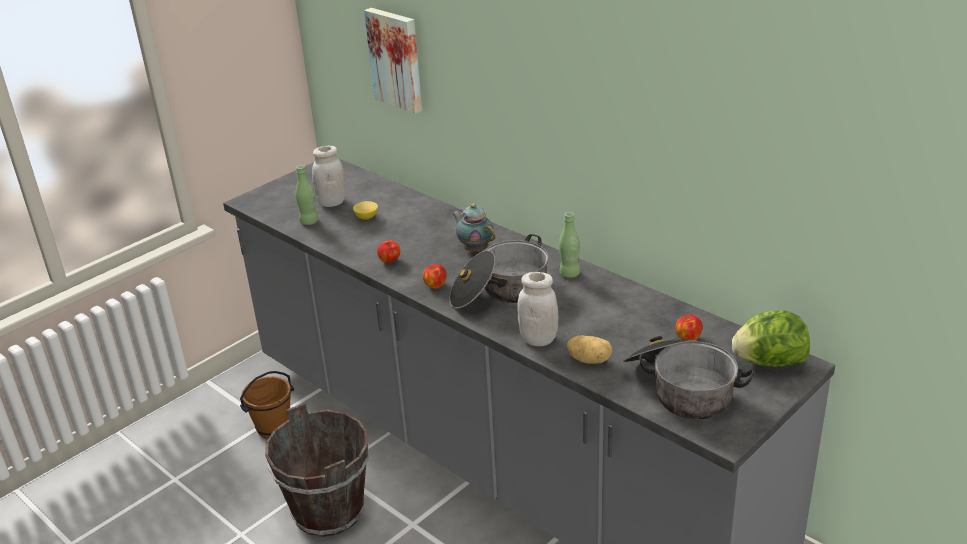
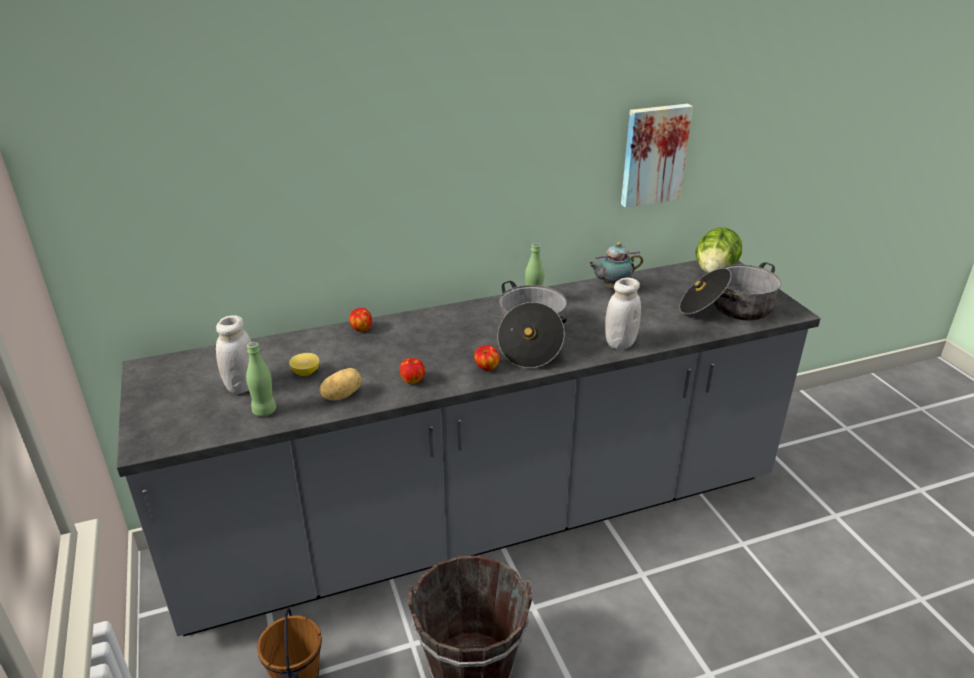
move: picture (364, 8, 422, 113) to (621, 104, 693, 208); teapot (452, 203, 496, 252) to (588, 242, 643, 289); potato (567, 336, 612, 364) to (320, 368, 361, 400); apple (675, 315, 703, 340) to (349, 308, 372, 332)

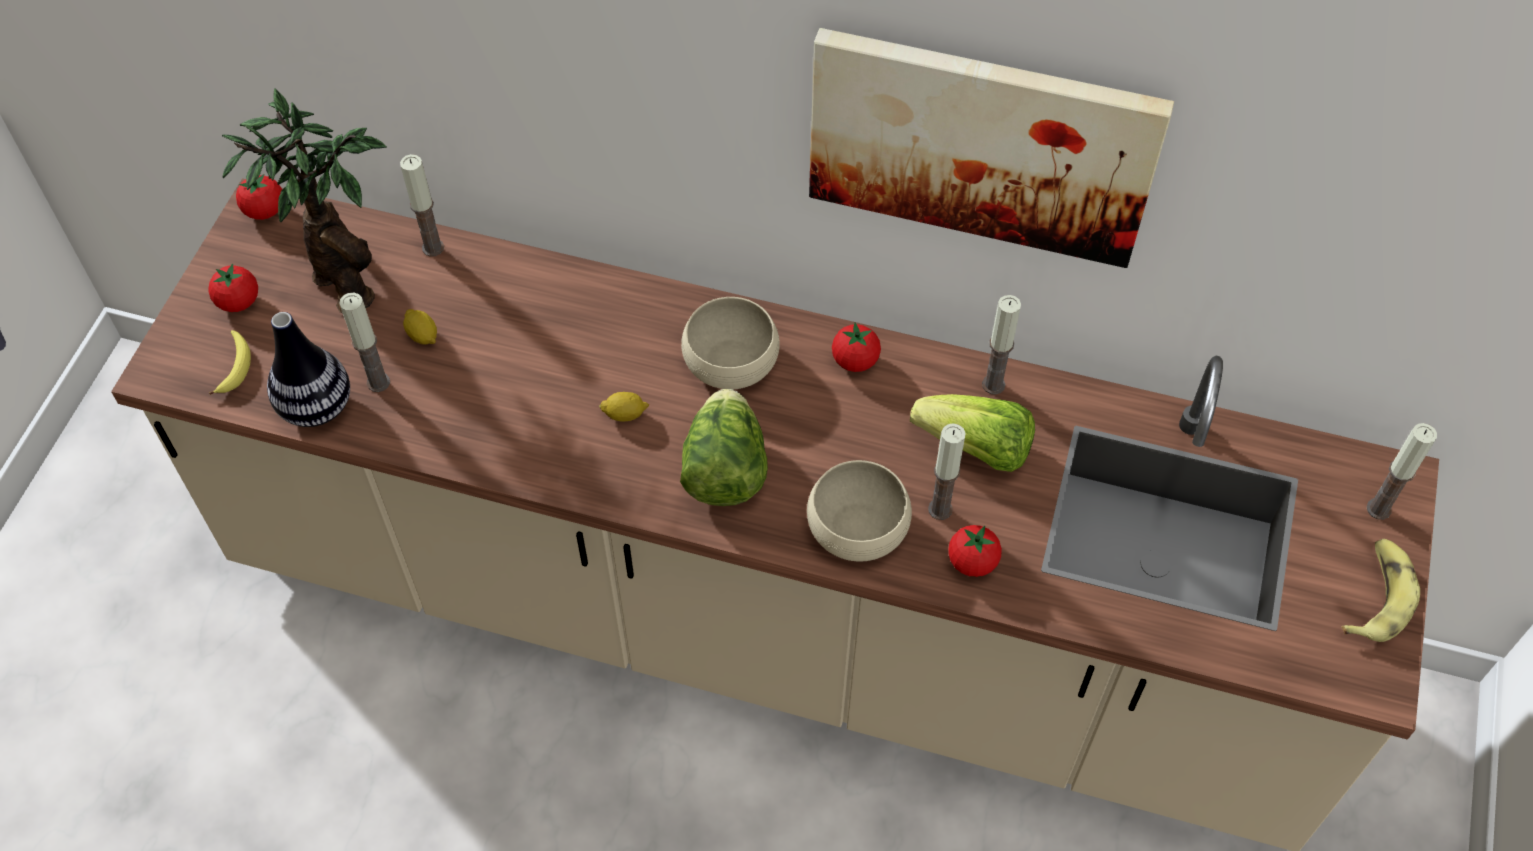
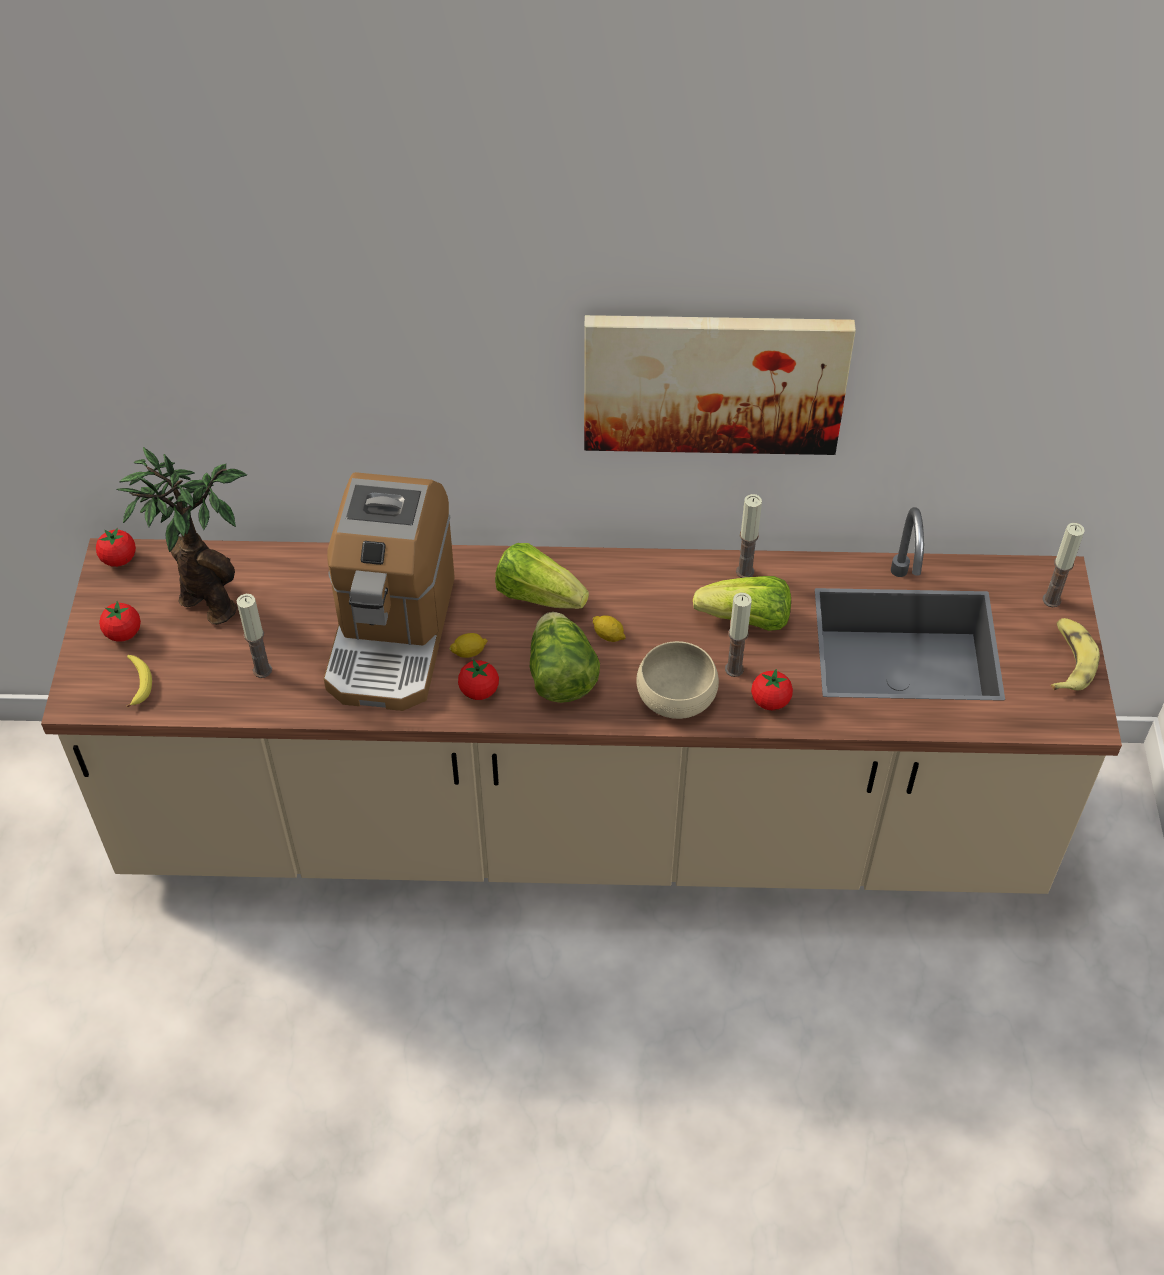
delete: vase (267, 312, 350, 427); candle (400, 154, 444, 257)
insert: coffee machine (324, 472, 455, 711)
move: lemon (403, 309, 437, 345) to (592, 615, 626, 642); tomato (832, 323, 881, 372) to (458, 659, 499, 700)
replace: beige bowl (681, 297, 780, 389) to lettuce (495, 543, 589, 609)

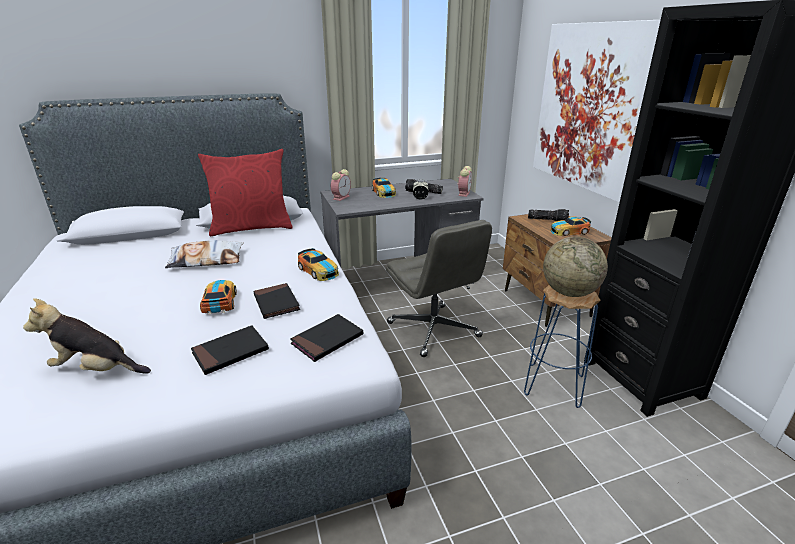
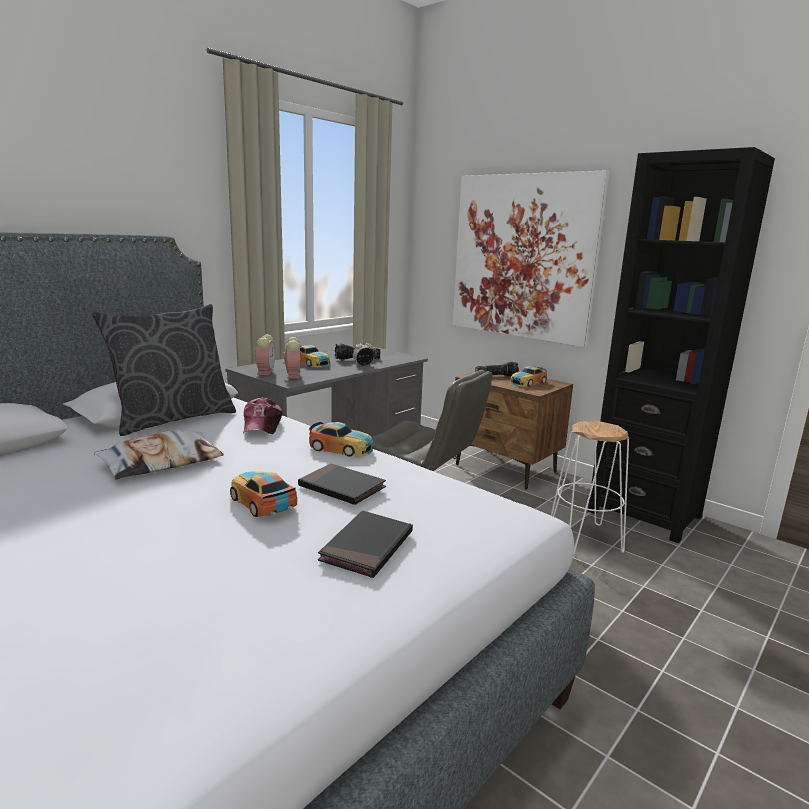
delete: plush toy (23, 298, 151, 374); black book (290, 314, 363, 362); globe (543, 237, 608, 297)
insert: cap (243, 397, 282, 434)
move: alarm clock (457, 166, 472, 197) to (283, 337, 301, 379)
recolor: red pillow (198, 149, 293, 236) to grey pillow (92, 304, 236, 436); blue stool (524, 285, 601, 408) to white stool (551, 421, 629, 555)

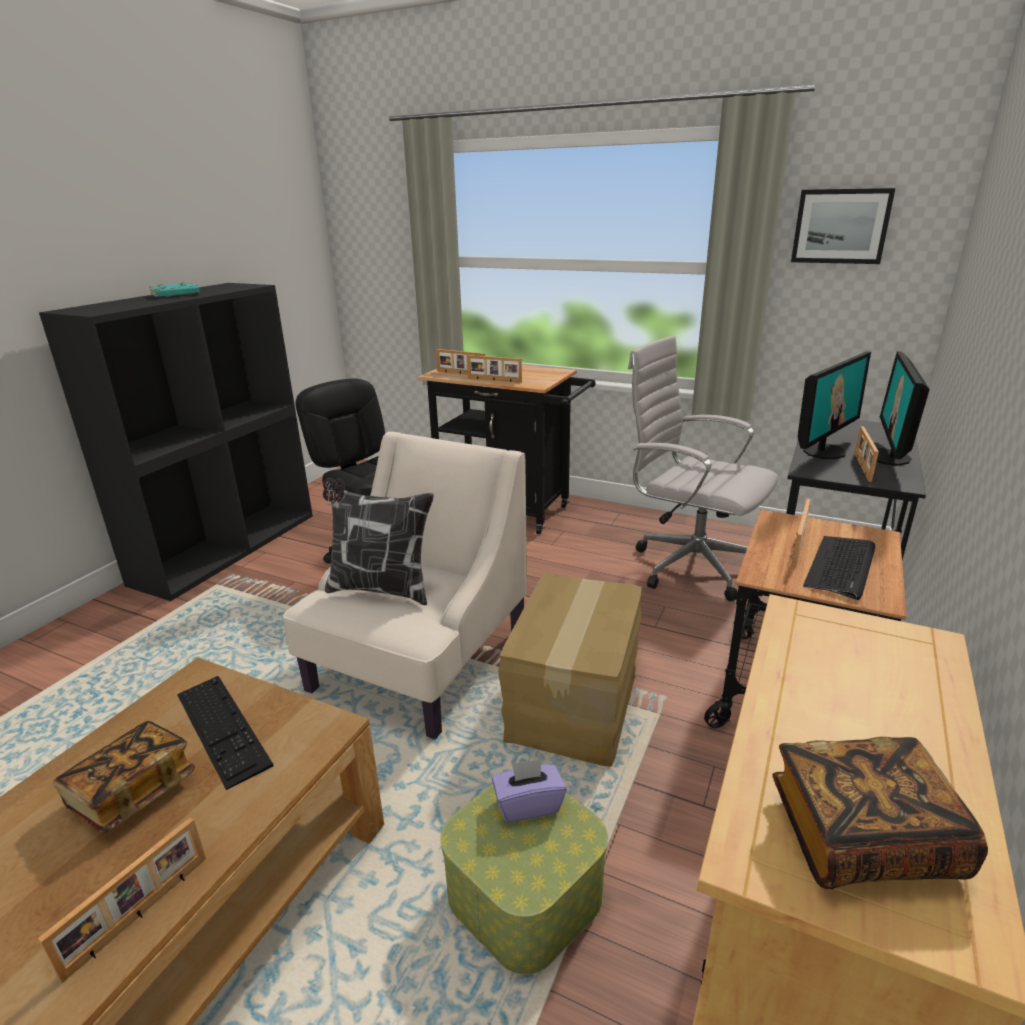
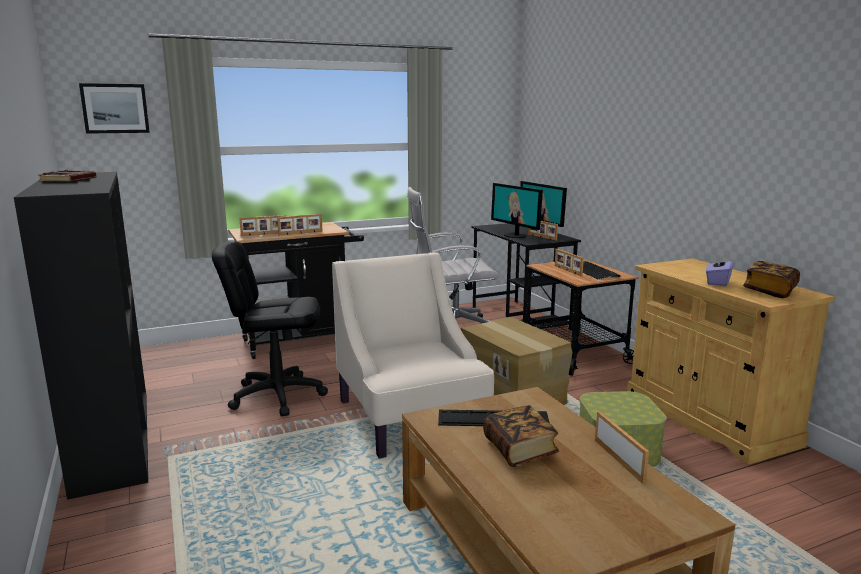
delete: pillow (323, 478, 434, 605)
move: purple tissue box (492, 759, 567, 823) to (706, 254, 733, 286); picture (791, 188, 895, 264) to (79, 83, 150, 134)
recolor: turquoise book (149, 282, 200, 297) to brown book (38, 169, 96, 182)
rotate: monitor (797, 351, 871, 459) = (491, 183, 543, 238) 150 degrees clockwise

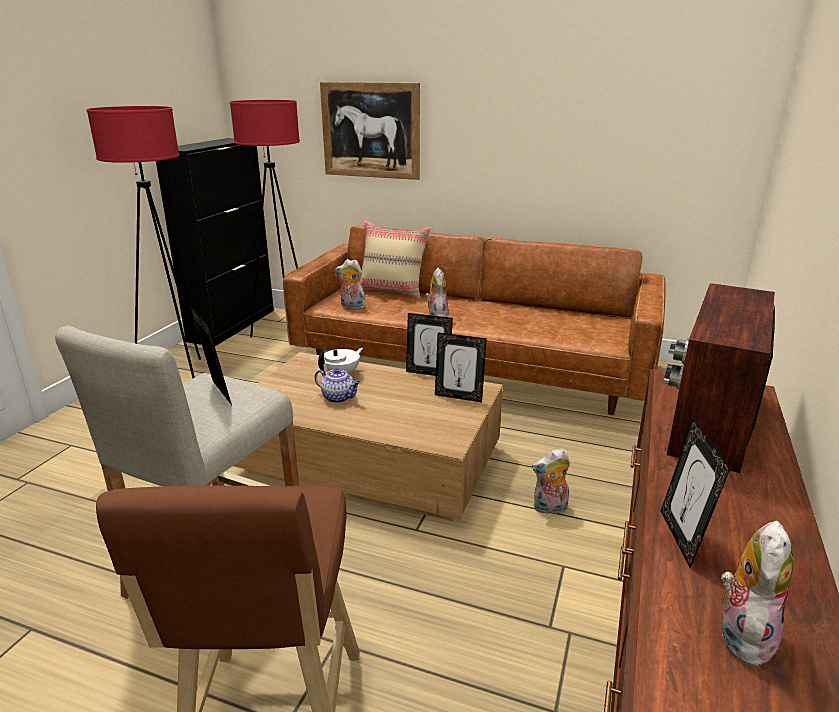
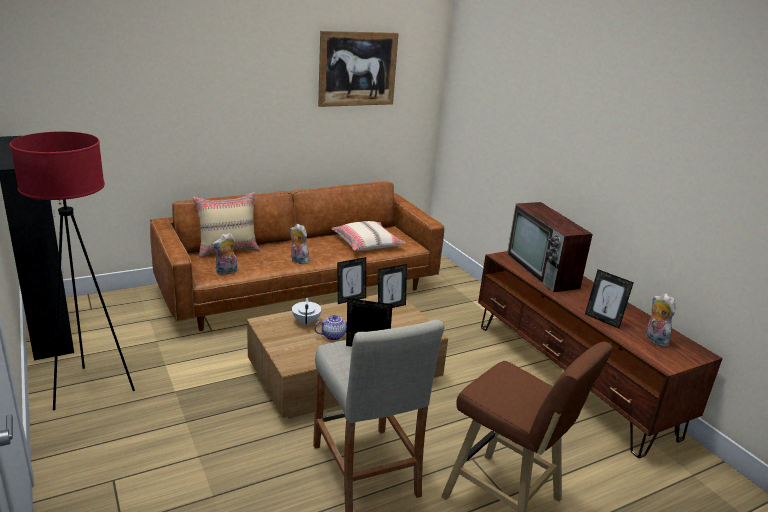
delete: red floor lamp (230, 100, 300, 337); plush toy (532, 448, 570, 514)
insert: beige pillow (331, 221, 406, 251)
move: picture (320, 82, 420, 180) to (318, 31, 399, 107)

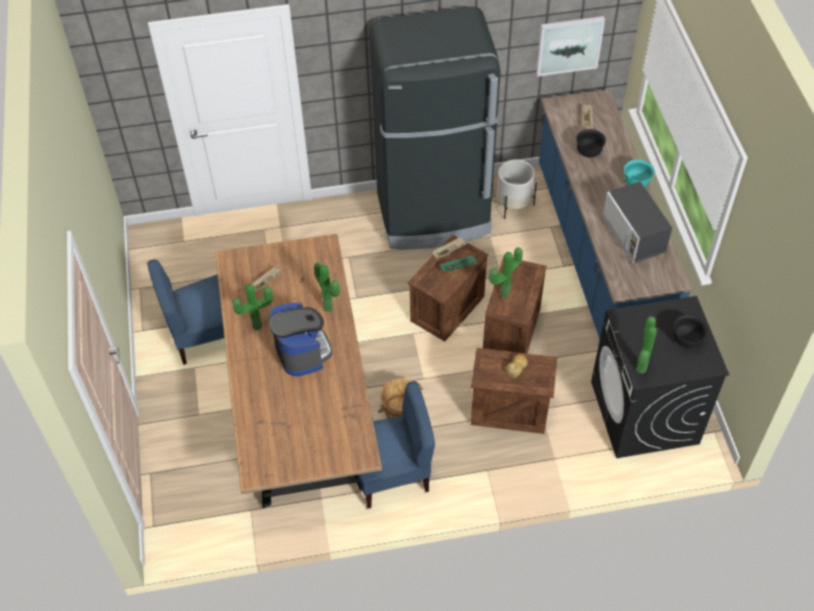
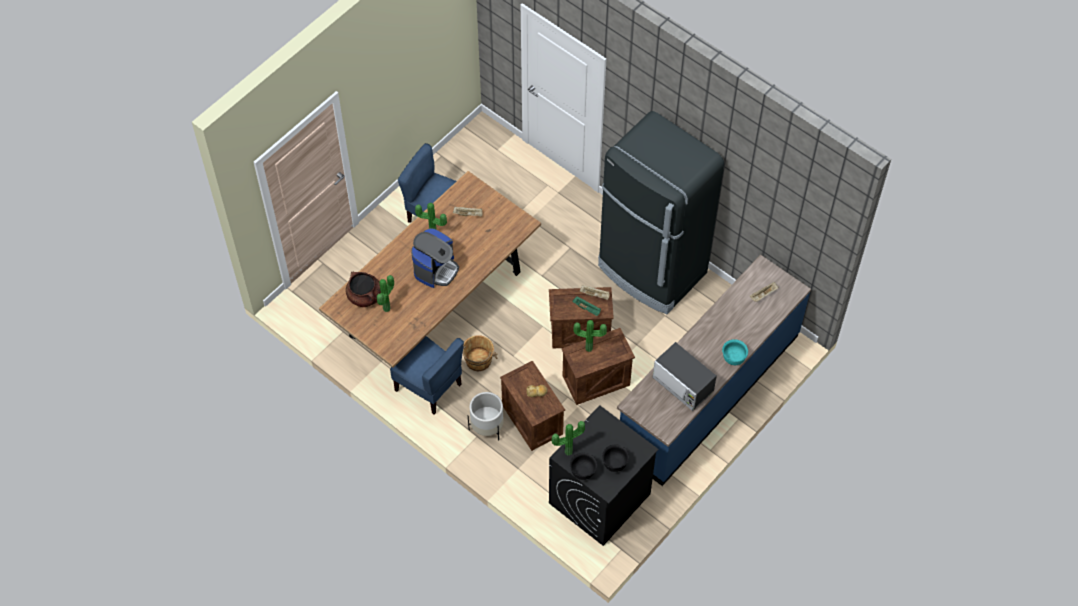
delete: picture (536, 16, 605, 77)
insert: brown cooking pot (346, 272, 381, 307)
move: potted plant (314, 262, 340, 312) to (377, 275, 394, 312); white planter (497, 159, 537, 219) to (468, 392, 504, 441); black bowl (576, 129, 606, 158) to (570, 453, 597, 480)
rotate: microwave (602, 182, 672, 263) = (652, 342, 717, 411) 75 degrees counterclockwise

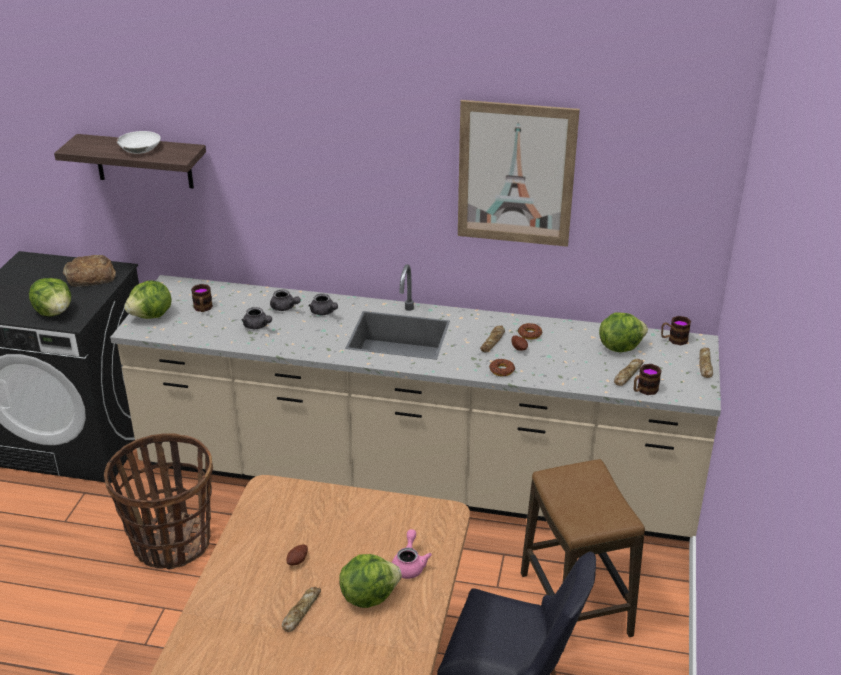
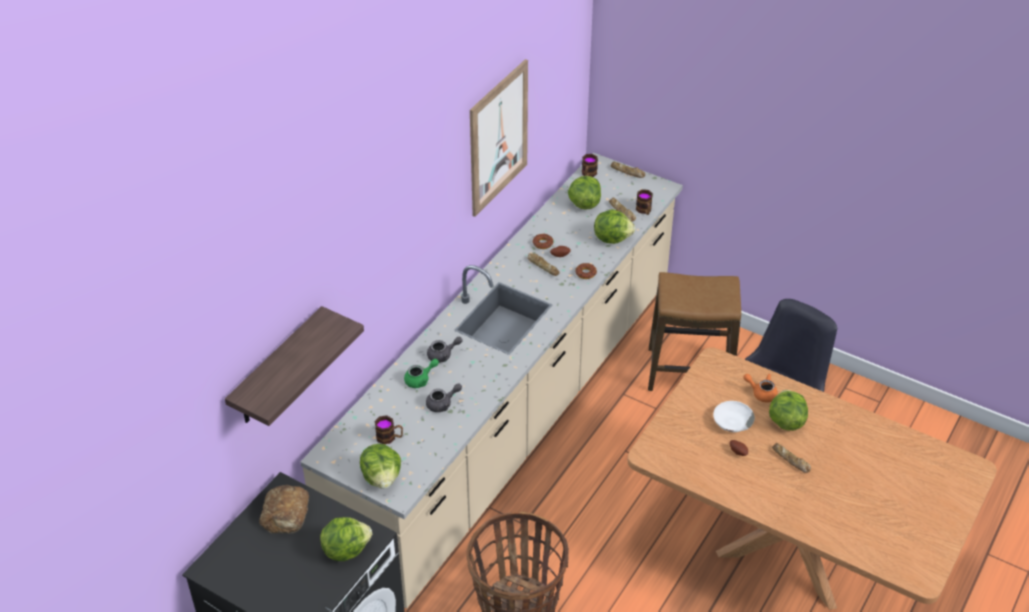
insert: lettuce (594, 209, 635, 244)
move: white bowl (117, 131, 161, 154) to (713, 401, 755, 432)
recolor: grey teapot (270, 289, 301, 311) to green teapot (404, 359, 439, 388); pink teapot (392, 529, 432, 579) to orange teapot (743, 373, 778, 402)

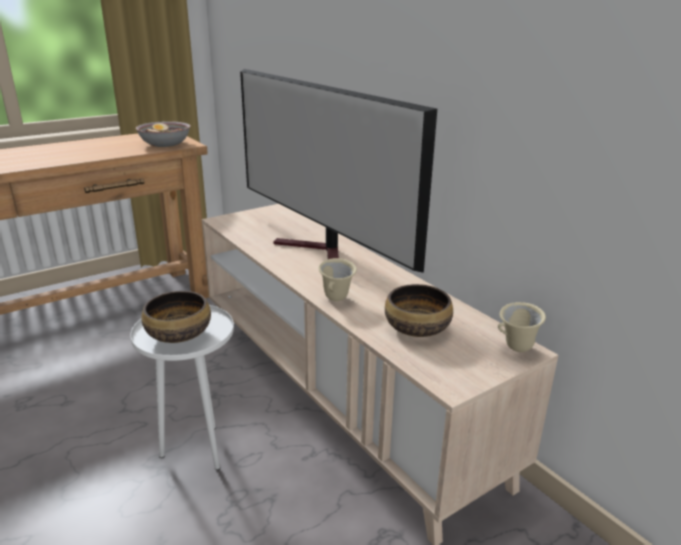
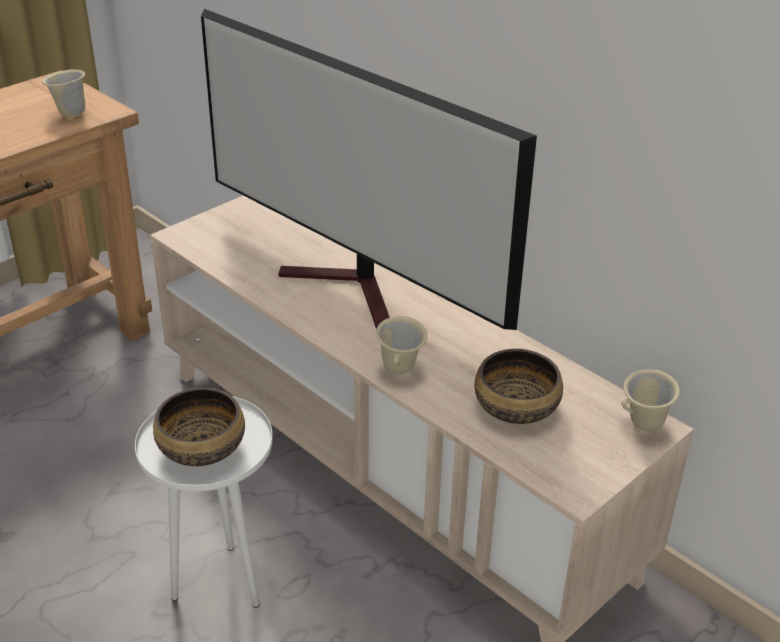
replace: bowl (135, 121, 190, 147) to beige mug (42, 69, 85, 118)

